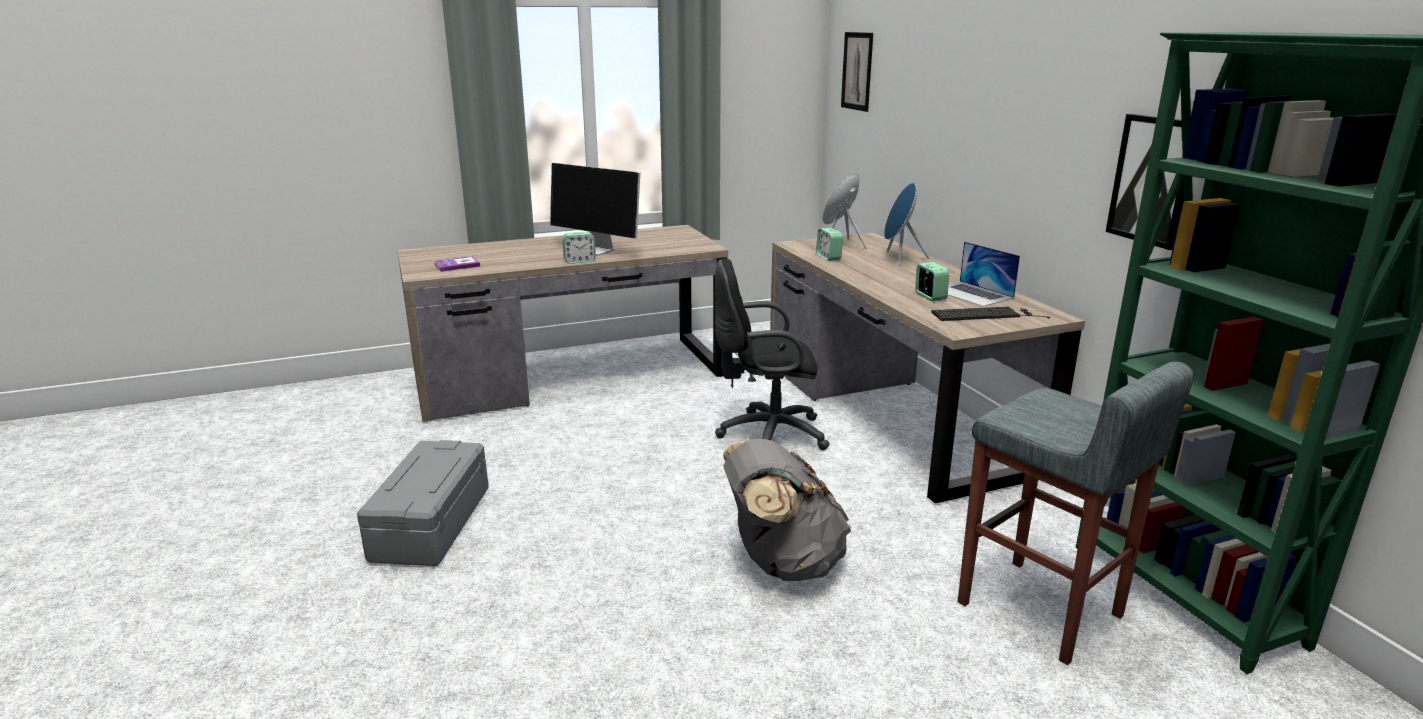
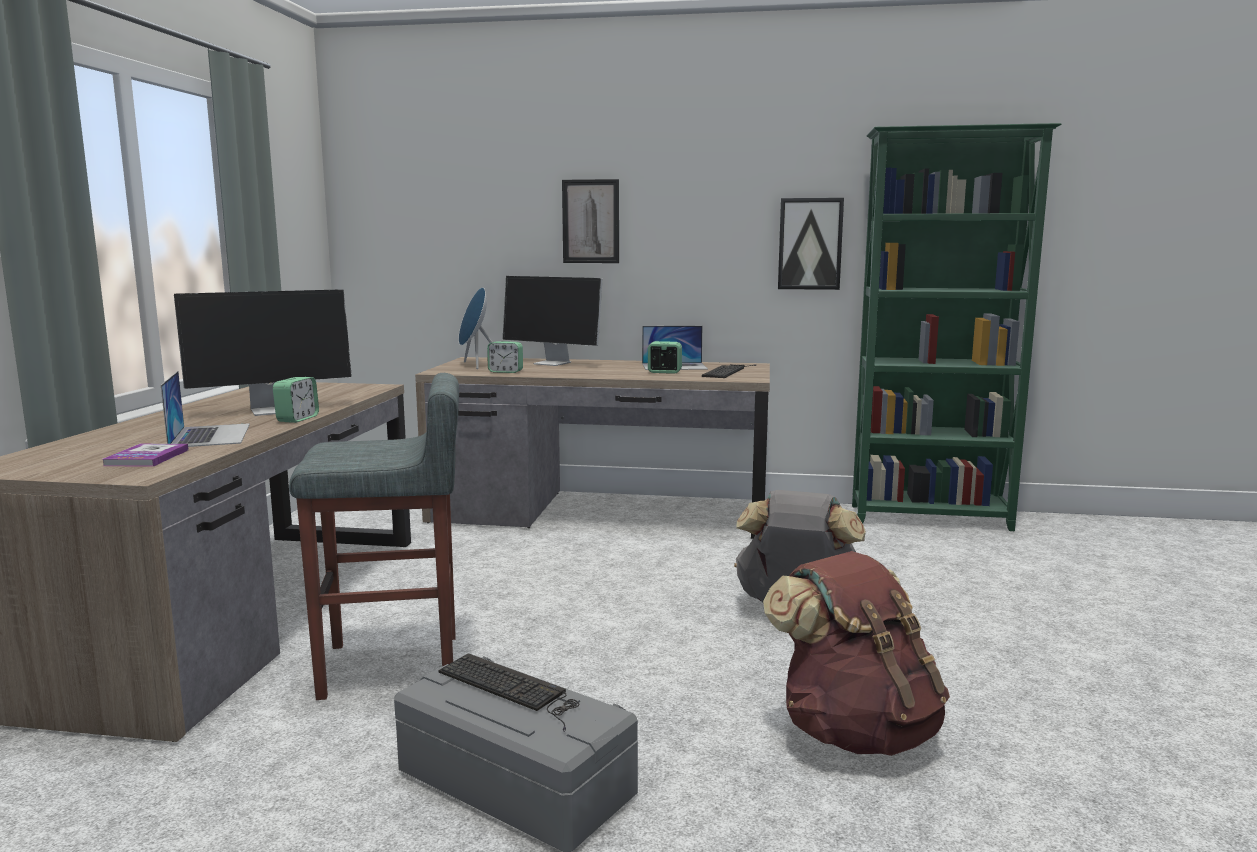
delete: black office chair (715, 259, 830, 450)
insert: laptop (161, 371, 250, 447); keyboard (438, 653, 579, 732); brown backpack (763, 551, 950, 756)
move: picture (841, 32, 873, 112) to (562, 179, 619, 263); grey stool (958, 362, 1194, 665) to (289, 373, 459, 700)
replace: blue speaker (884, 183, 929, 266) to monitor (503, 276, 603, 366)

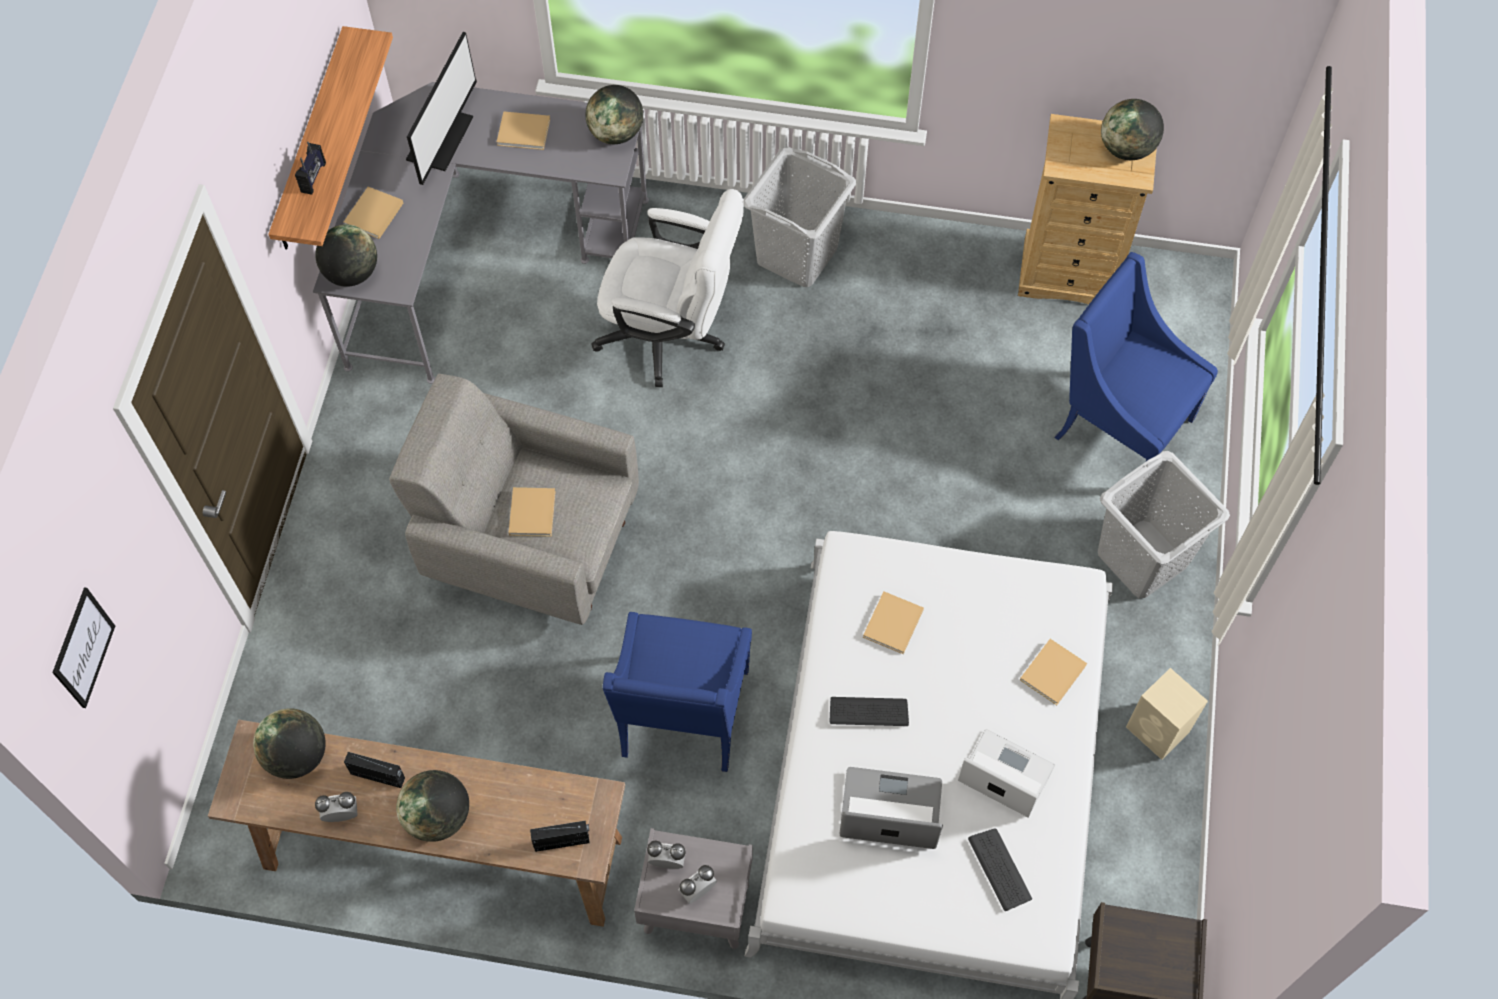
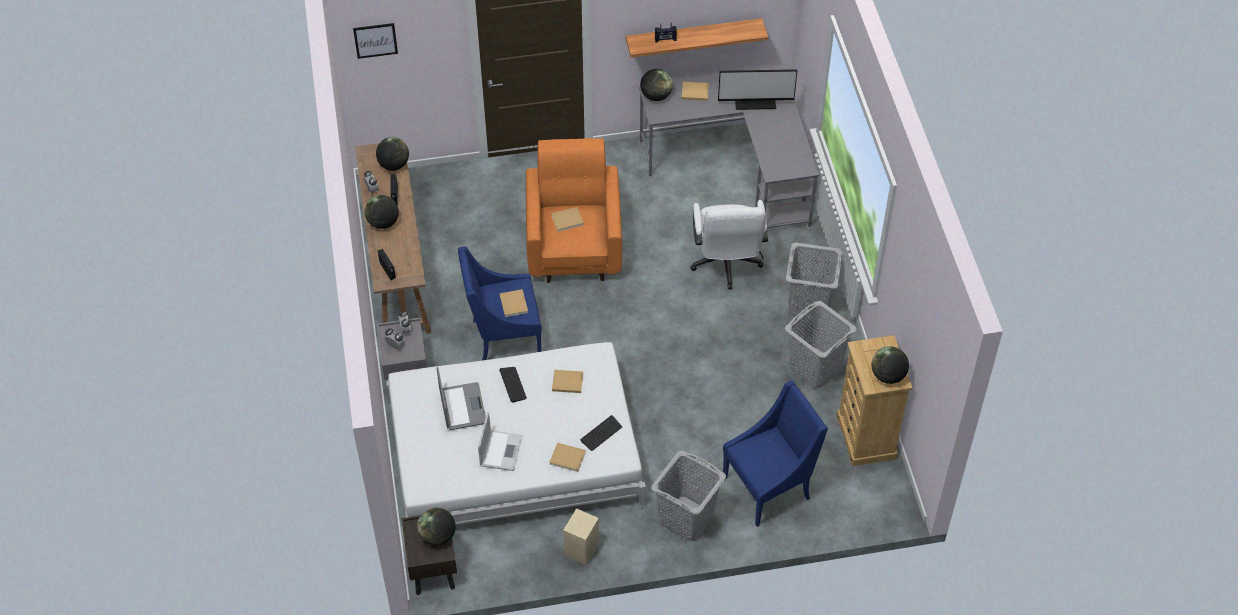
insert: grey laundry basket (785, 301, 857, 388)
move: beige book (497, 111, 550, 150) to (500, 289, 528, 317); globe (585, 85, 643, 144) to (417, 508, 456, 546); keyboard (968, 829, 1032, 911) to (580, 415, 622, 451)
recolor: grey armchair (389, 374, 639, 625) to orange armchair (526, 138, 622, 283)
rotate: blue armchair (1054, 252, 1218, 461) = (723, 380, 828, 527) 45 degrees clockwise

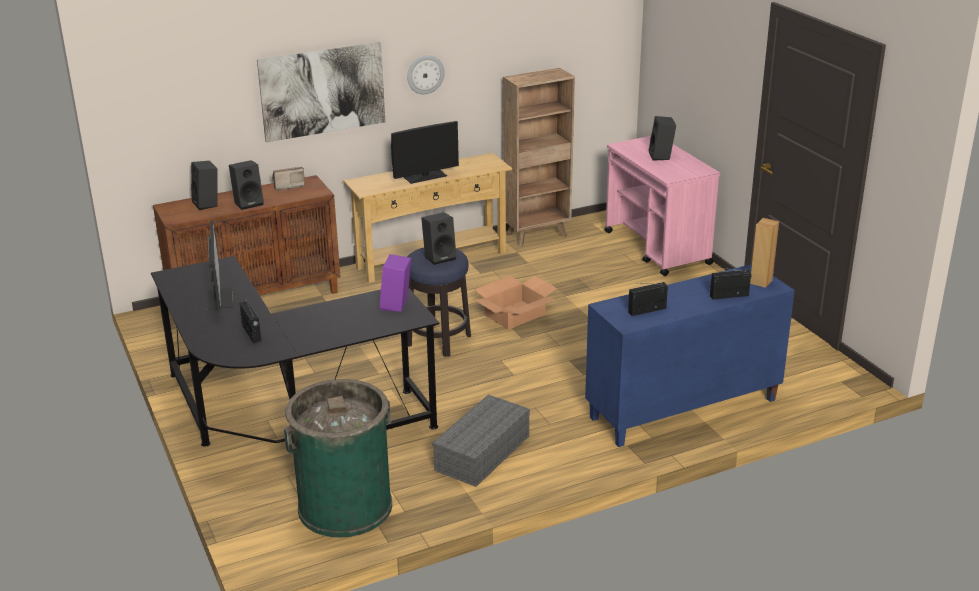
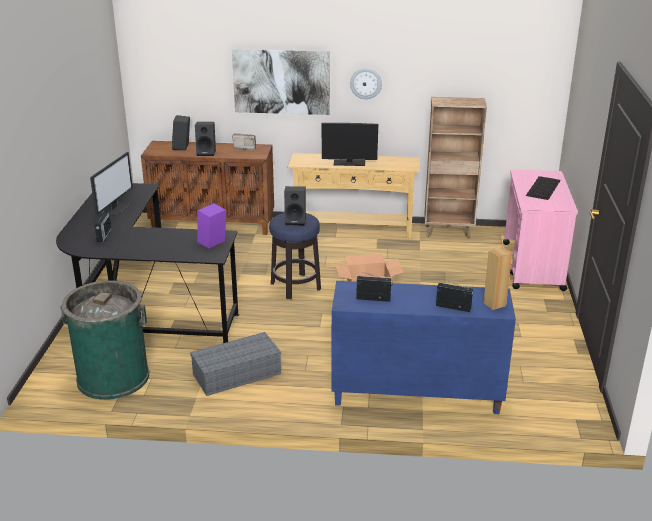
replace: black speaker (649, 116, 676, 161) to keyboard (526, 176, 561, 200)

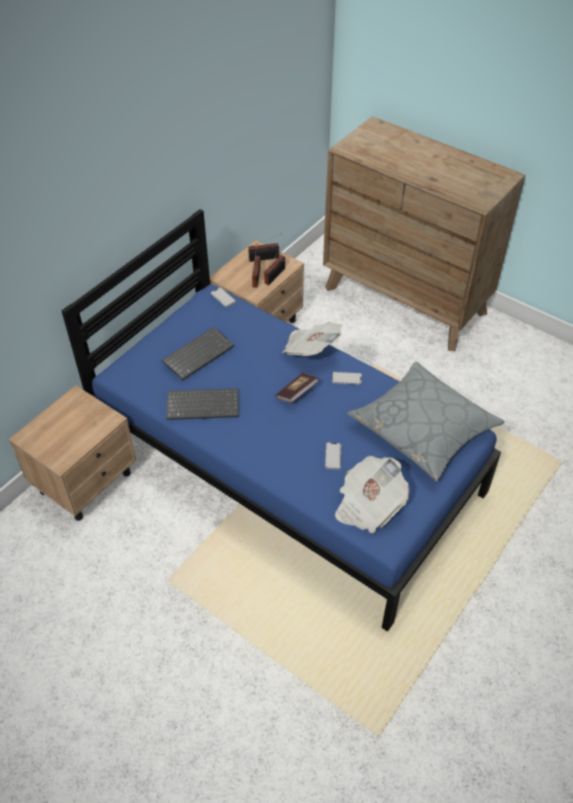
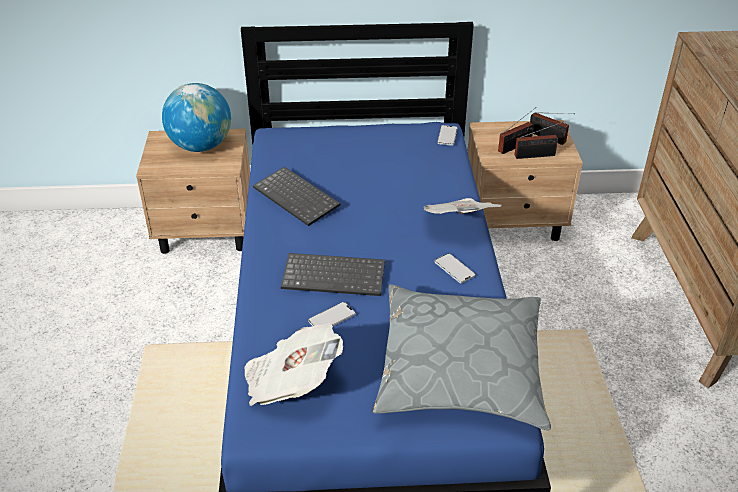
delete: book (276, 373, 319, 403)
insert: globe (162, 83, 231, 152)
move: keyboard (162, 327, 234, 381) to (281, 253, 385, 296)

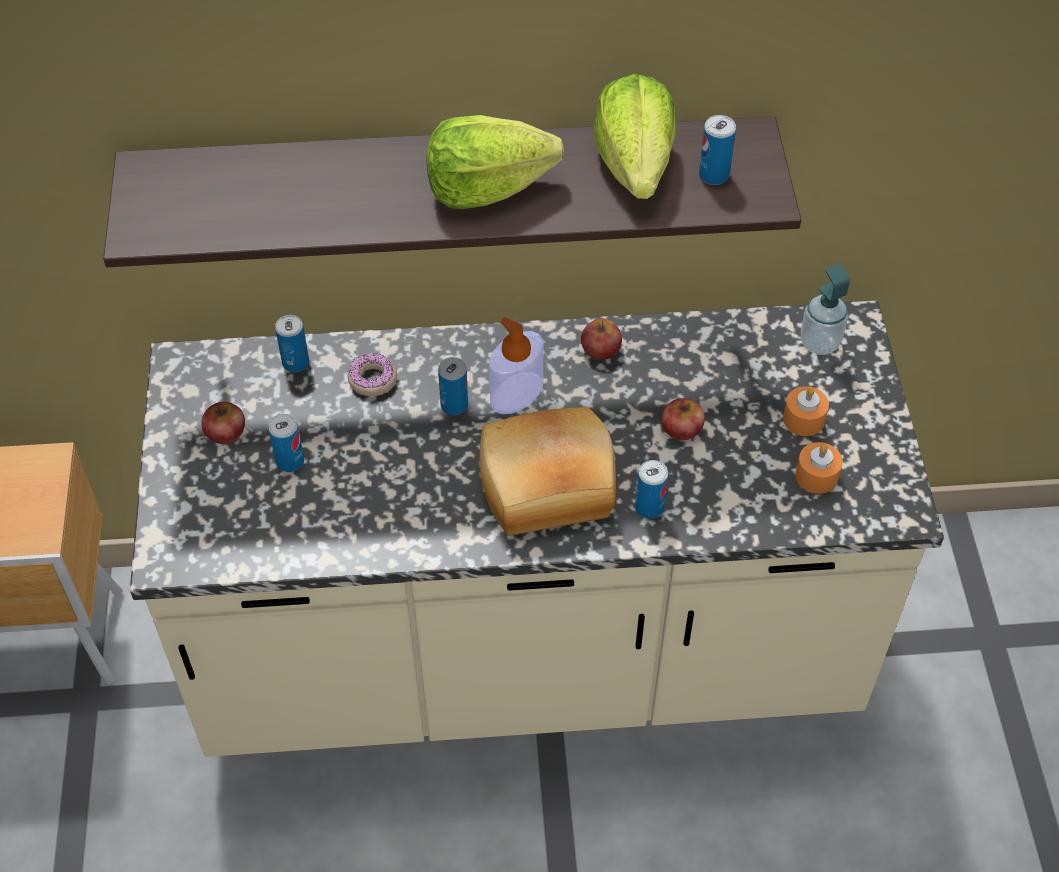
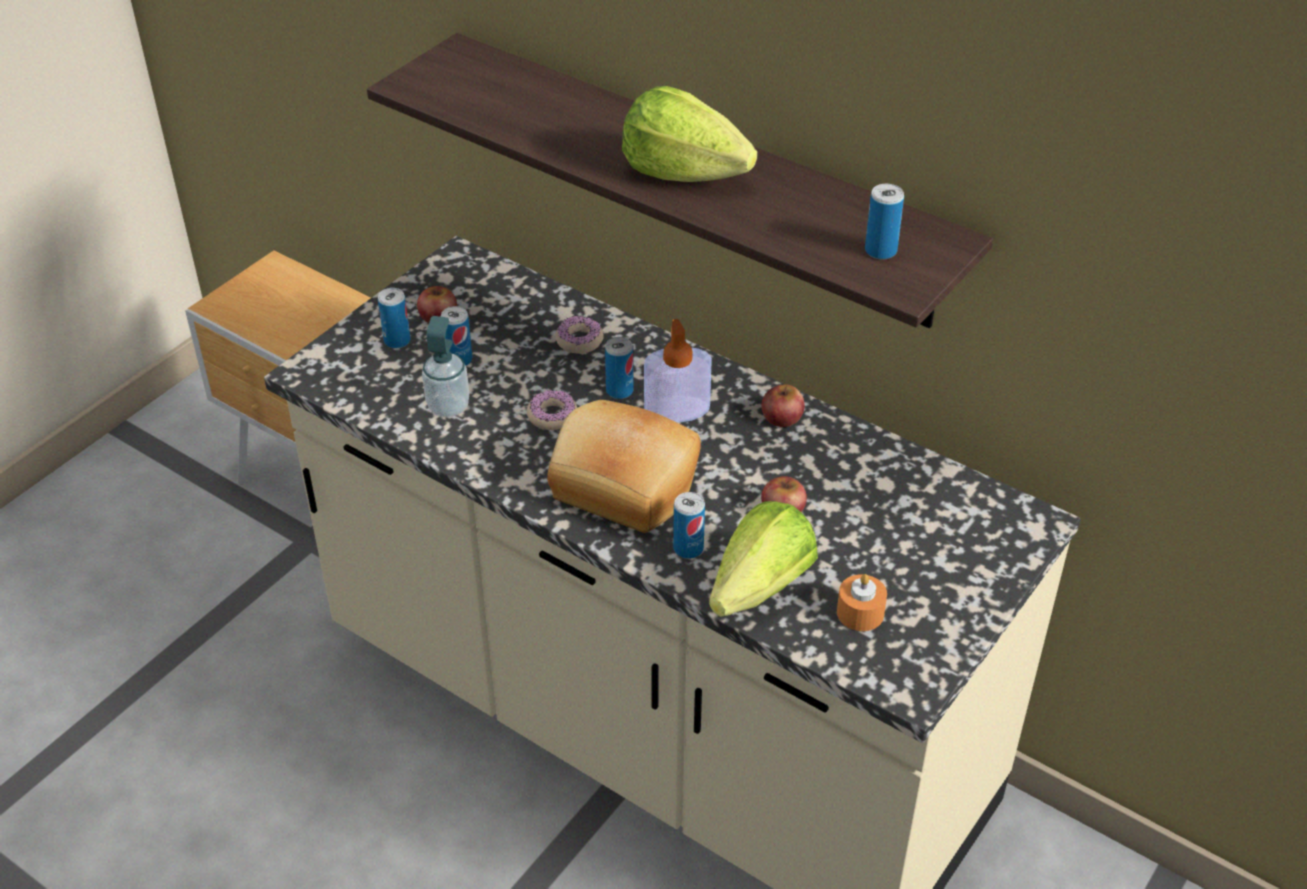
delete: orange candle (783, 386, 829, 436)
insert: donut (527, 390, 577, 430)
move: can (275, 315, 309, 373) to (378, 288, 410, 349); lettuce (594, 74, 676, 199) to (709, 501, 818, 617); soap dispenser (801, 264, 850, 355) to (422, 316, 469, 417)

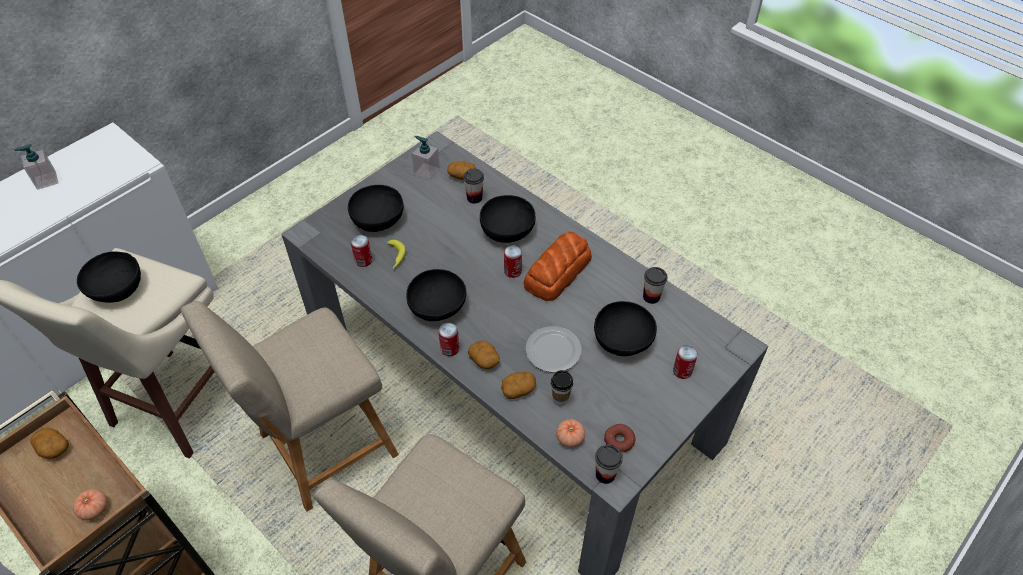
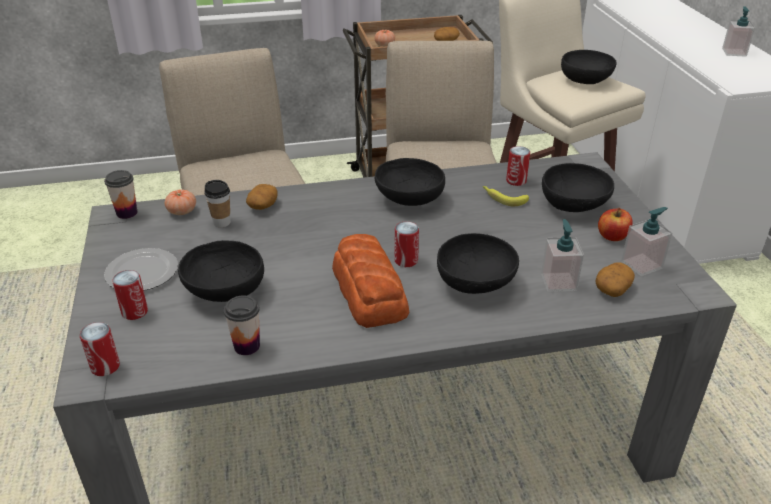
delete: potato (468, 341, 500, 369); donut (604, 424, 635, 453)
insert: apple (598, 208, 633, 241)
move: can (439, 323, 459, 356) to (80, 322, 120, 376); plate (526, 326, 581, 372) to (104, 248, 178, 291)
replace: cup (463, 169, 484, 204) to soap dispenser (541, 219, 584, 292)

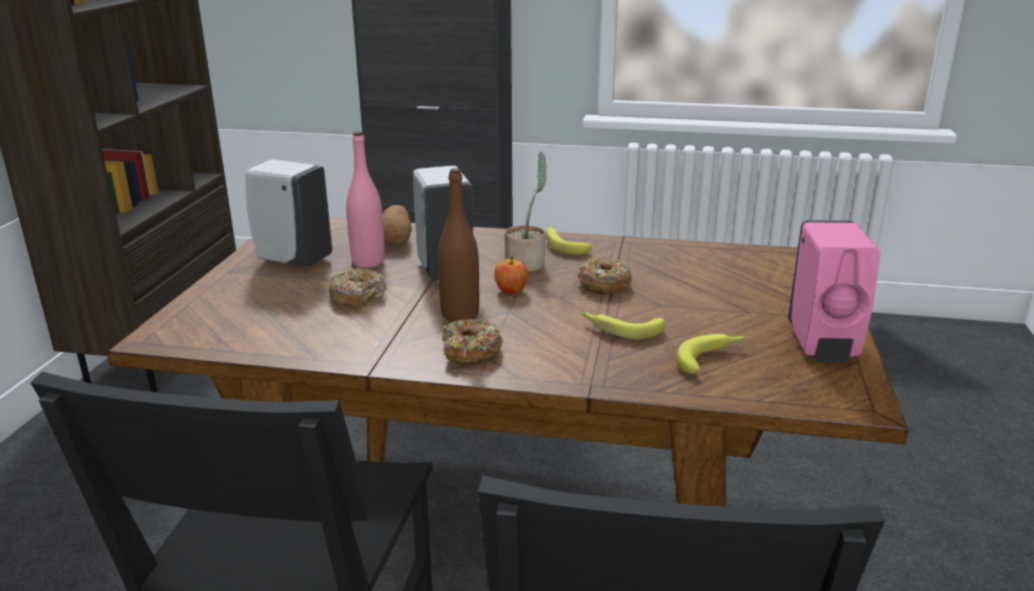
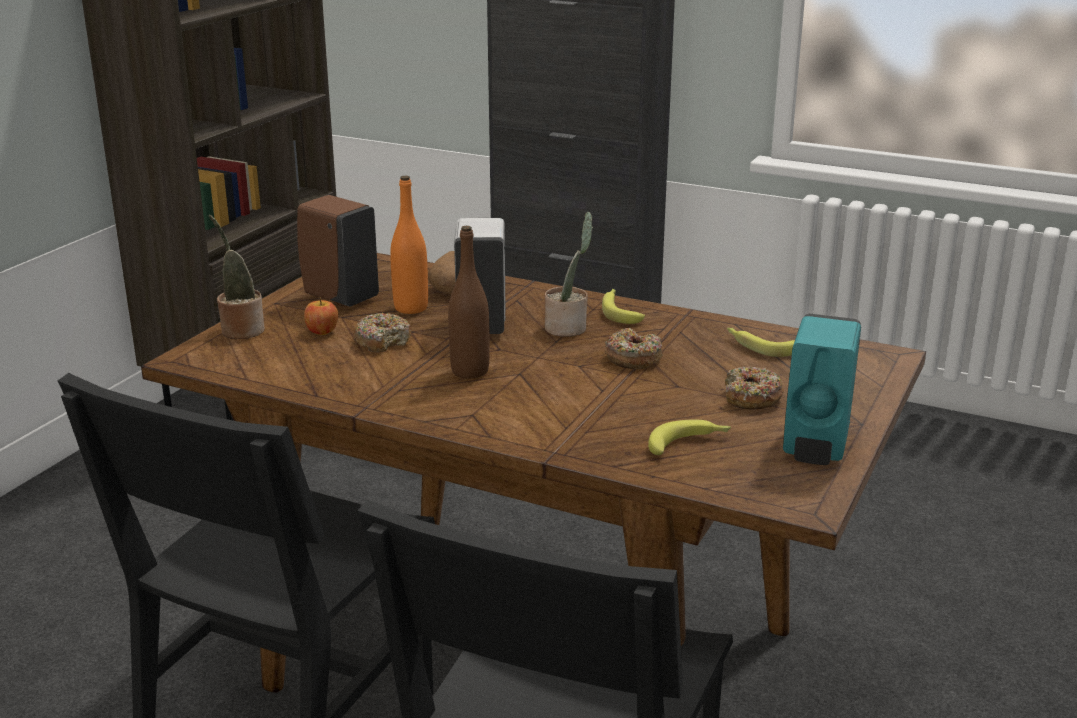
insert: potted plant (209, 215, 265, 339)
move: donut (442, 319, 503, 364) to (725, 367, 784, 409); apple (494, 256, 528, 294) to (304, 298, 338, 335); banana (581, 312, 665, 340) to (727, 328, 795, 357)
recolor: white soap dispenser (245, 159, 332, 267) to brown soap dispenser (297, 195, 379, 307); pink bottle (346, 131, 385, 268) to orange bottle (390, 176, 428, 314); pink soap dispenser (788, 220, 881, 362) to turquoise soap dispenser (783, 314, 861, 465)

